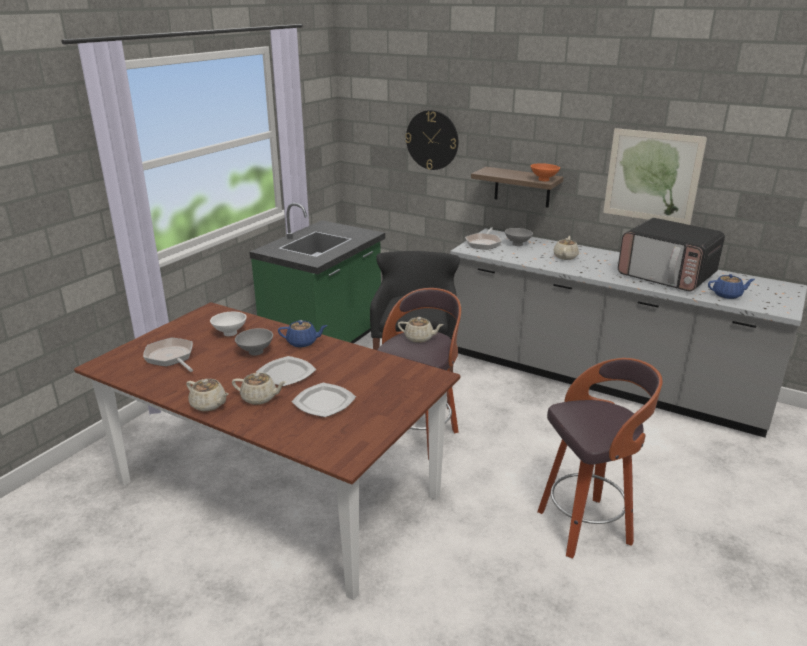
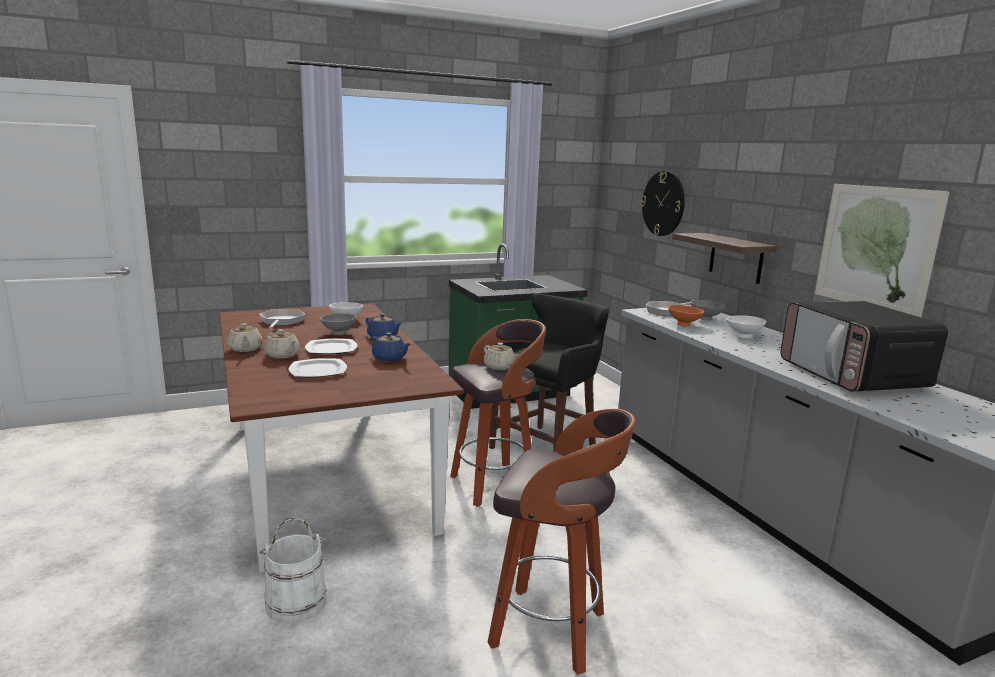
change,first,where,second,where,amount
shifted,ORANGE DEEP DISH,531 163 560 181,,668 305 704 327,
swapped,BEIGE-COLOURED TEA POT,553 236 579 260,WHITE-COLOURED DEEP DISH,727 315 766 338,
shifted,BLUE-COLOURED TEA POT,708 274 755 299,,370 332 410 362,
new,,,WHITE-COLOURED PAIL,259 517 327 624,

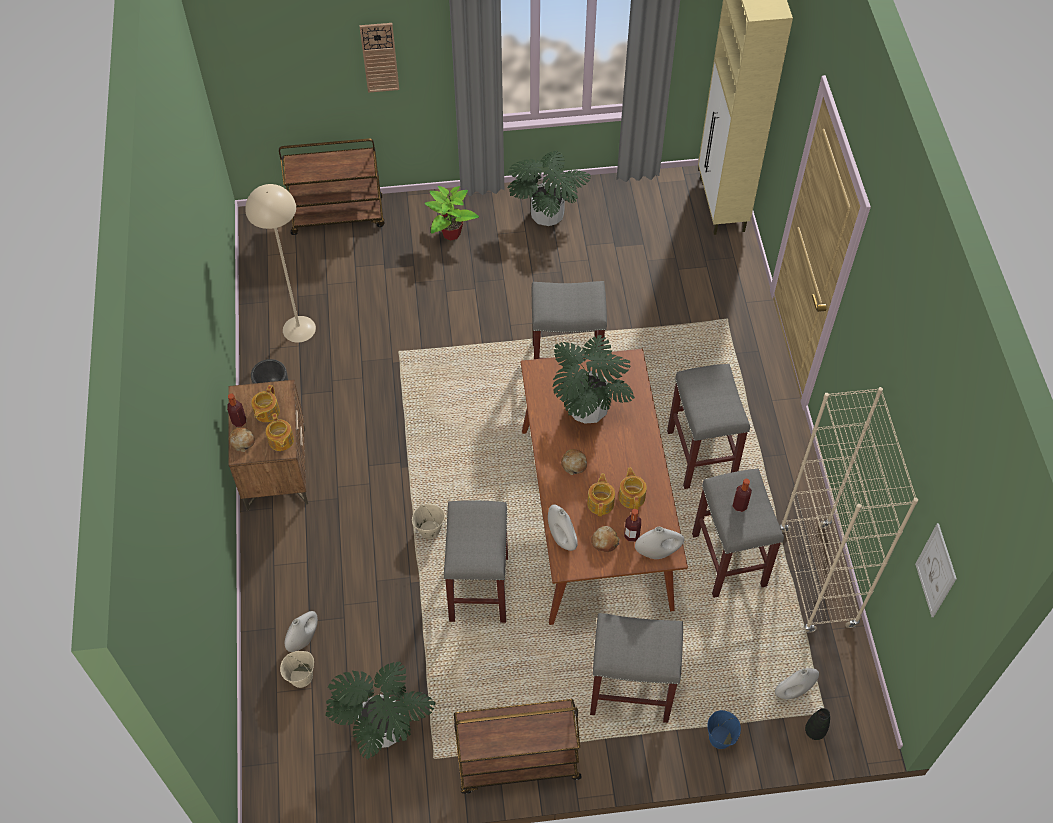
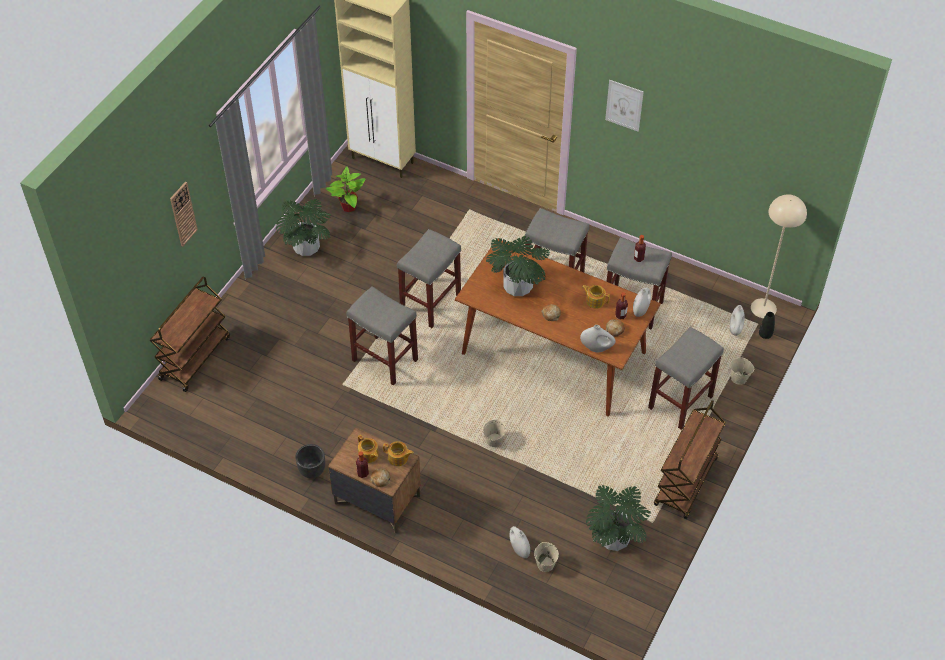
change,first,where,second,where,amount
shifted,BEIGE-COLOURED STANDING LAMP,245 184 316 343,,751 195 807 318,
shifted,PLANT IN A POT,425 186 479 241,,326 167 366 212,
gone,BEIGE-COLOURED BOOKSHELF,780 387 918 633,,,
gone,TEA POT,587 474 615 517,,,
shifted,GRAY SITTING STOOL,443 500 508 623,,346 286 418 386,
shifted,PICTURE,915 523 957 617,,605 80 644 131,
repainted,BLUE-COLOURED PAIL,707 710 741 749,BEIGE-COLOURED PAIL,729 356 754 385,

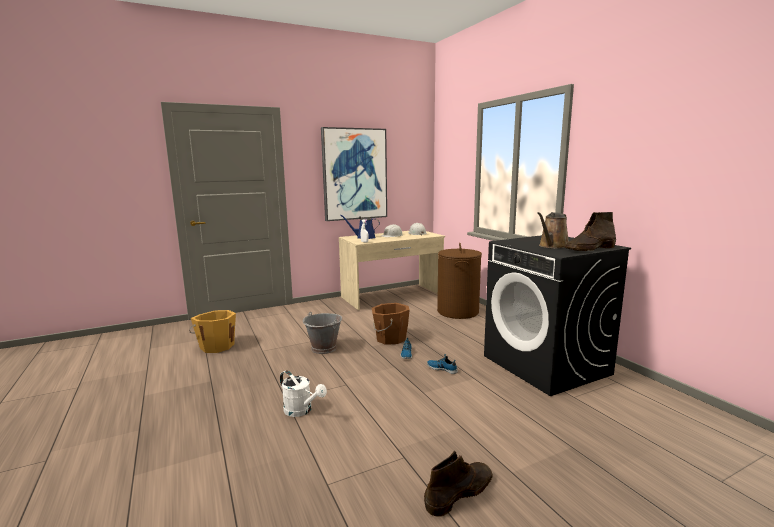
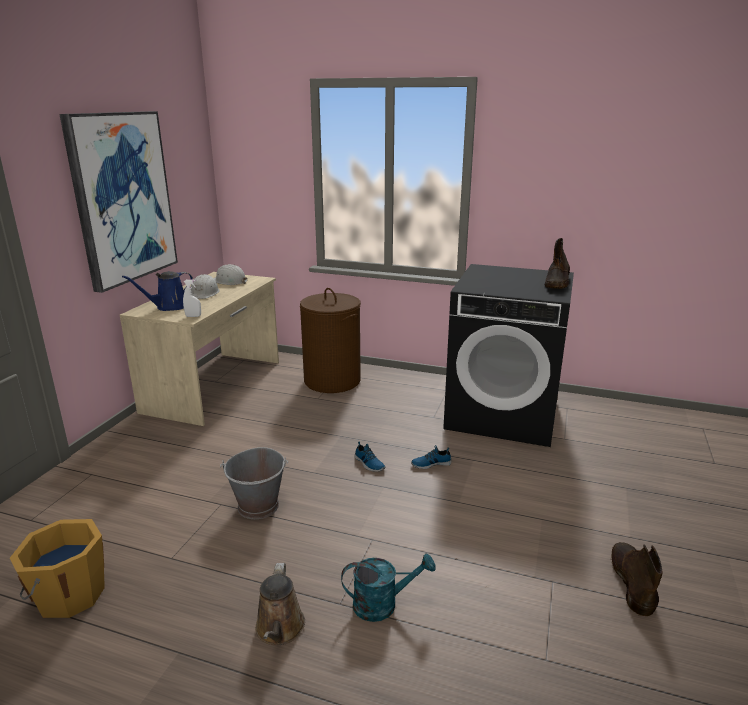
change,first,where,second,where,amount
shifted,BROWN SPRINKLING CAN,537 212 569 249,,255 563 305 645,
gone,BROWN PAIL,372 303 410 345,,,
repainted,WHITE-COLOURED SPRINKLING CAN,280 370 327 417,TURQUOISE SPRINKLING CAN,341 554 435 622,

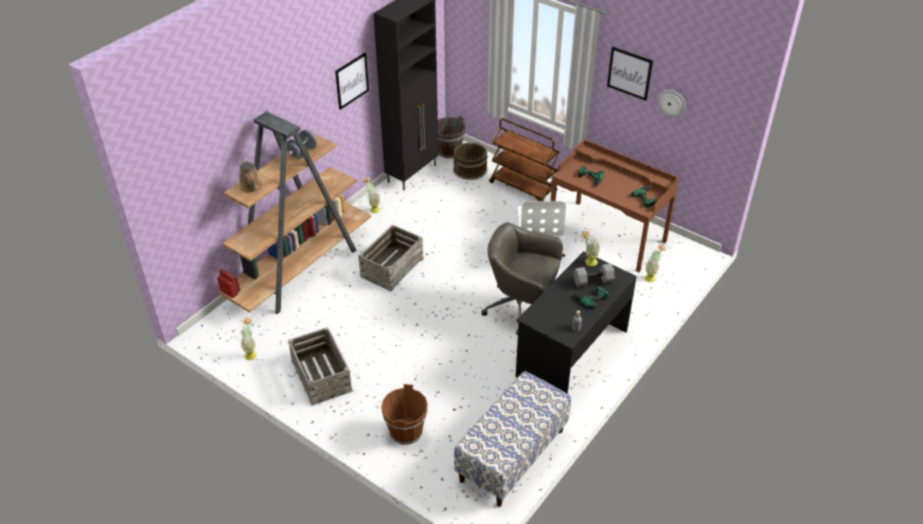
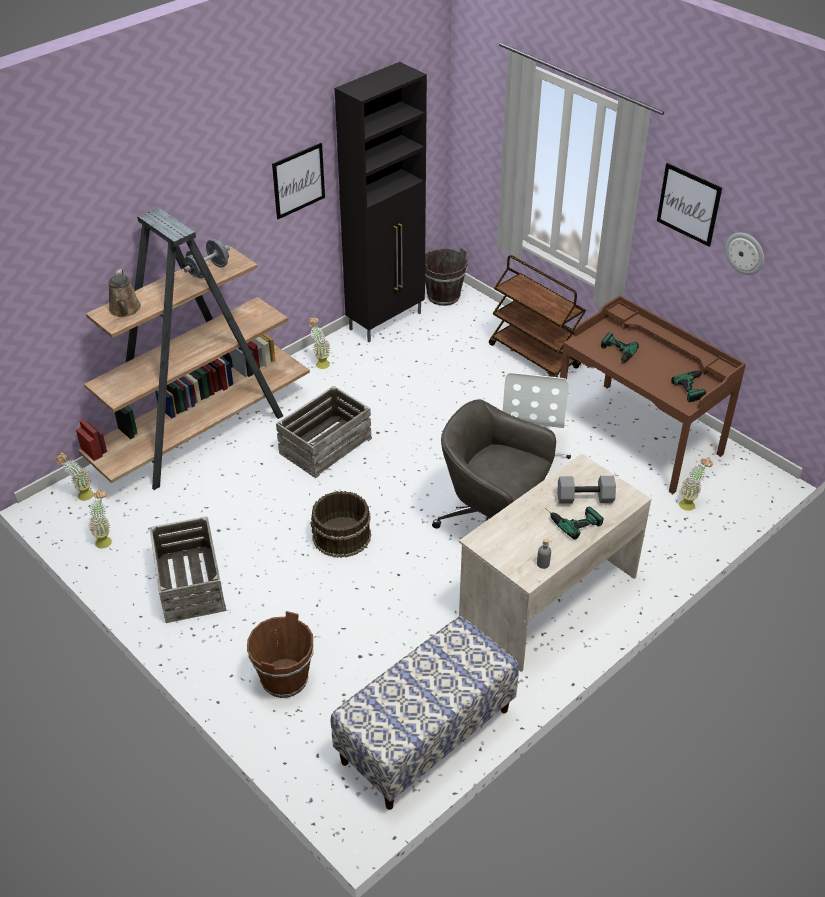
change,first,where,second,where,amount
shifted,BROWN PAIL,453 142 488 180,,310 491 371 558,
shifted,PLANT IN A POT,581 230 600 266,,56 453 94 501,
repainted,BLACKISH DESK,515 251 637 394,BEIGE-COLOURED DESK,459 453 651 672,

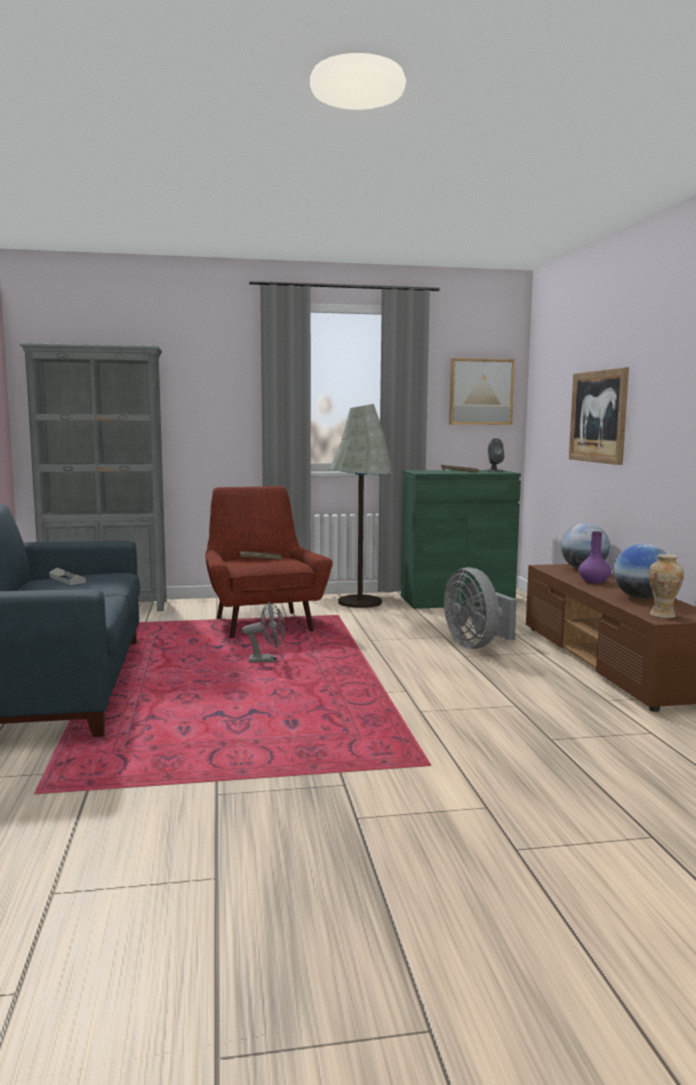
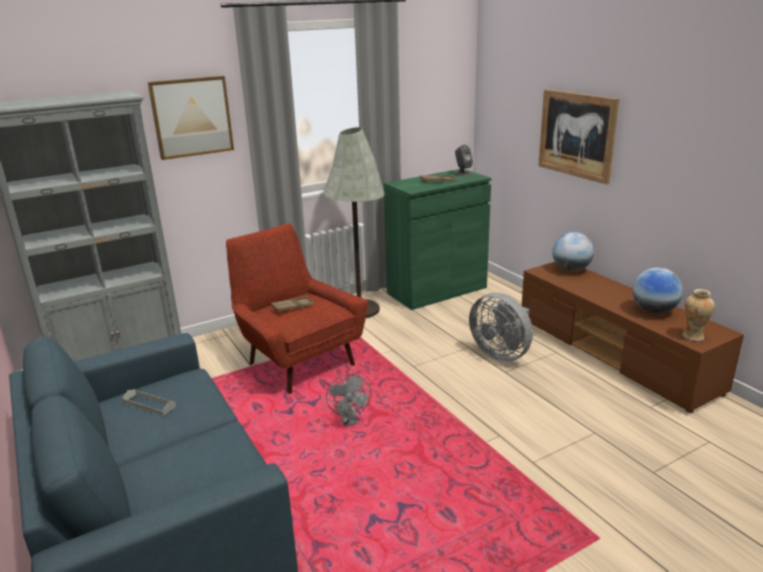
change,first,where,second,where,amount
shifted,PICTURE,449 358 515 425,,147 76 234 160,
gone,PURPLE-COLOURED DECORATIVE VASE,578 531 611 584,,,
rotated,GRAY FAN,242 602 285 663,,326 374 371 426,105 degrees clockwise

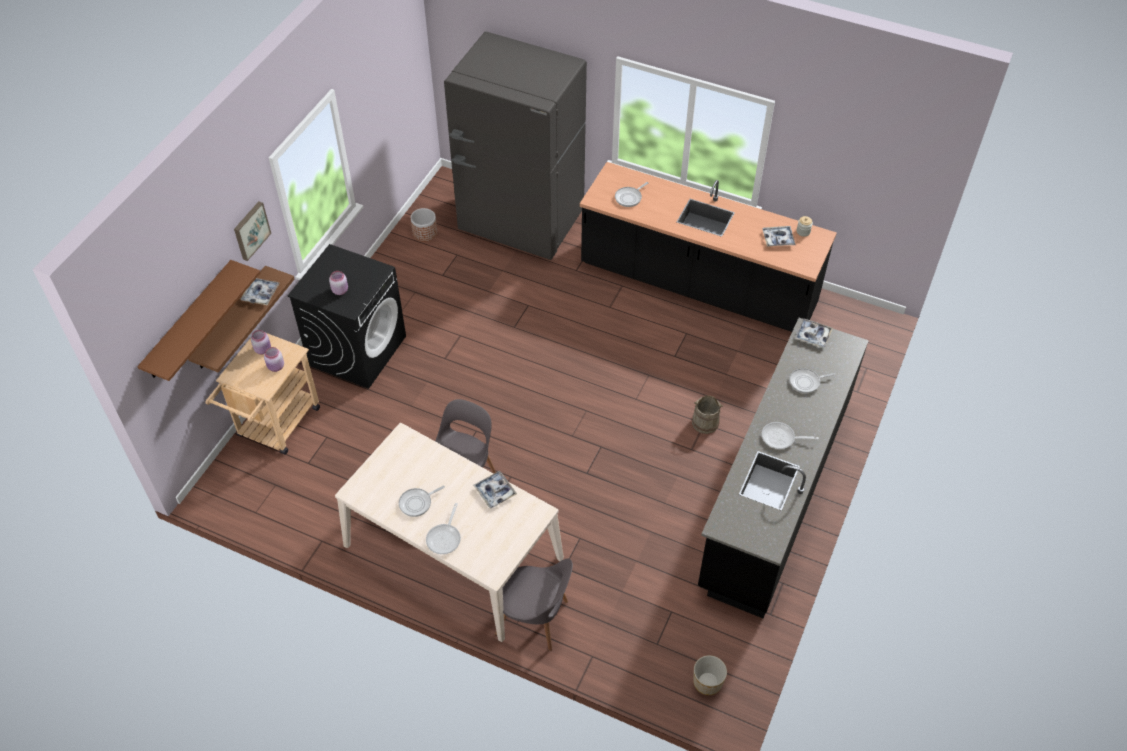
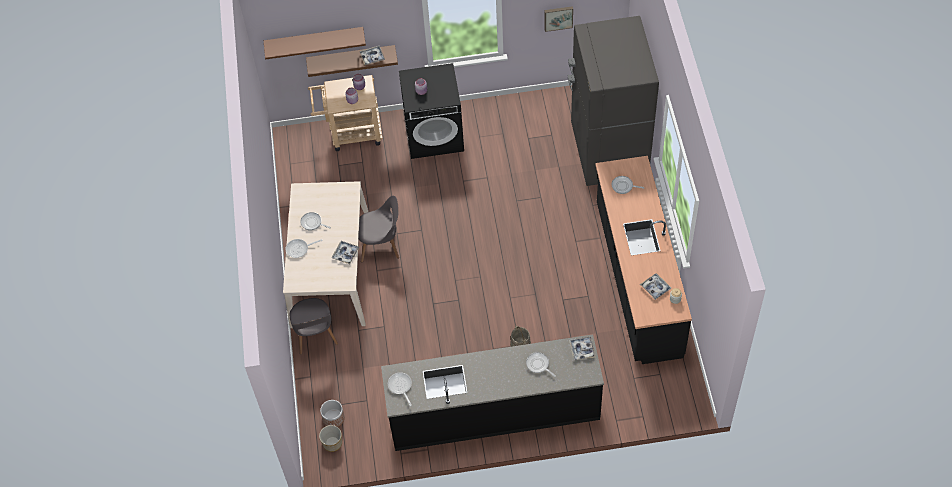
change,first,where,second,where,amount
shifted,PICTURE,234 201 271 261,,544 6 573 32,
shifted,PLANT POT,411 208 437 242,,320 400 345 427,
shifted,FRYING PAN,762 422 819 449,,388 372 412 406,

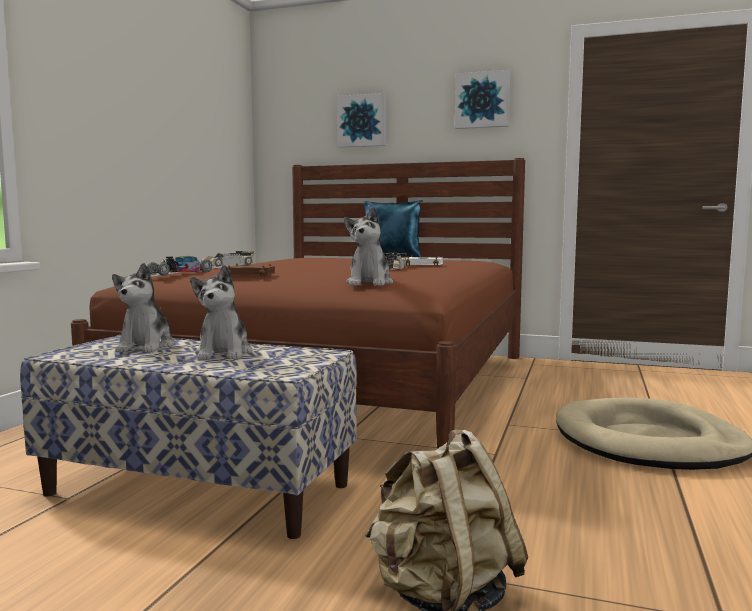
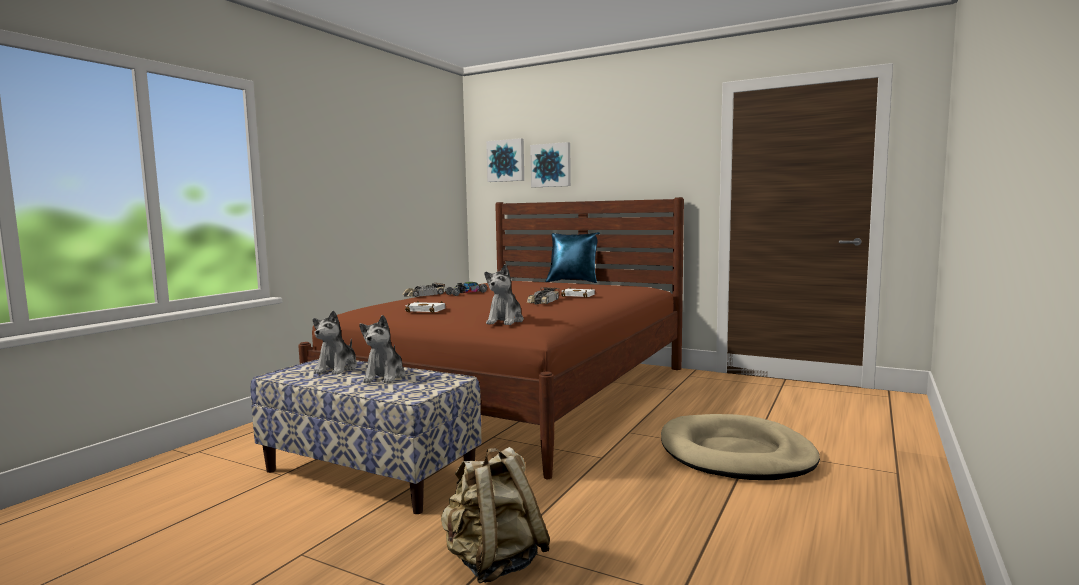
change,first,where,second,where,amount
shifted,PICTURE,455 70 510 129,,486 138 524 182,
shifted,TOY CAR,147 256 212 276,,445 282 487 296,
repainted,BROWN BOOK,227 264 275 277,WHITE-COLOURED BOOK,405 301 445 313,

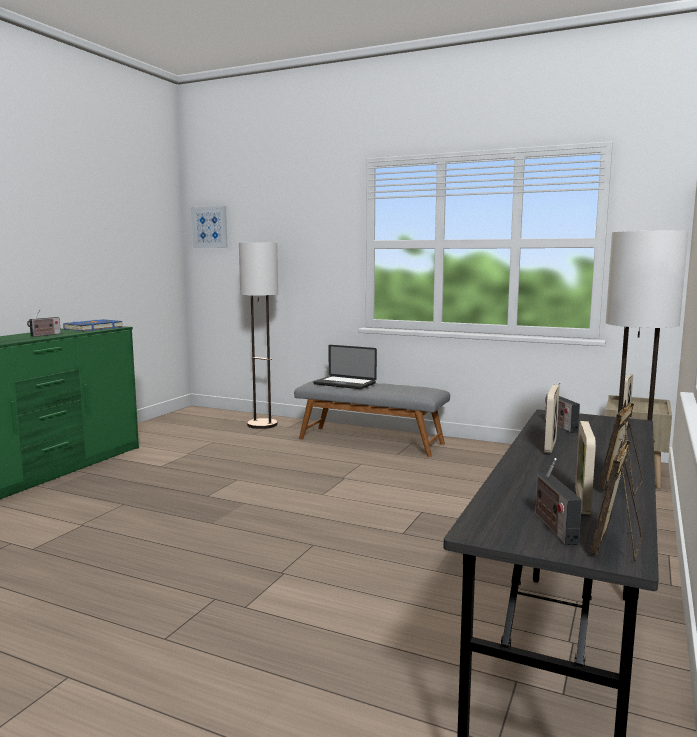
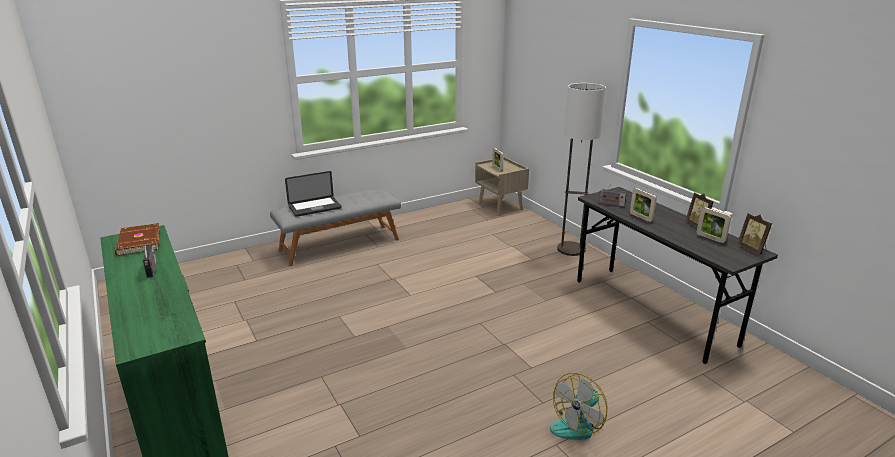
change,first,where,second,where,amount
gone,PICTURE,191 206 227 248,,,
gone,STANDING LAMP,239 242 278 429,,,
repainted,BLUE-COLOURED BOOK,63 319 123 331,BROWN BOOK,115 223 160 256,
gone,RADIO SET,535 458 582 545,,,
new,,,FAN,550 373 607 440,

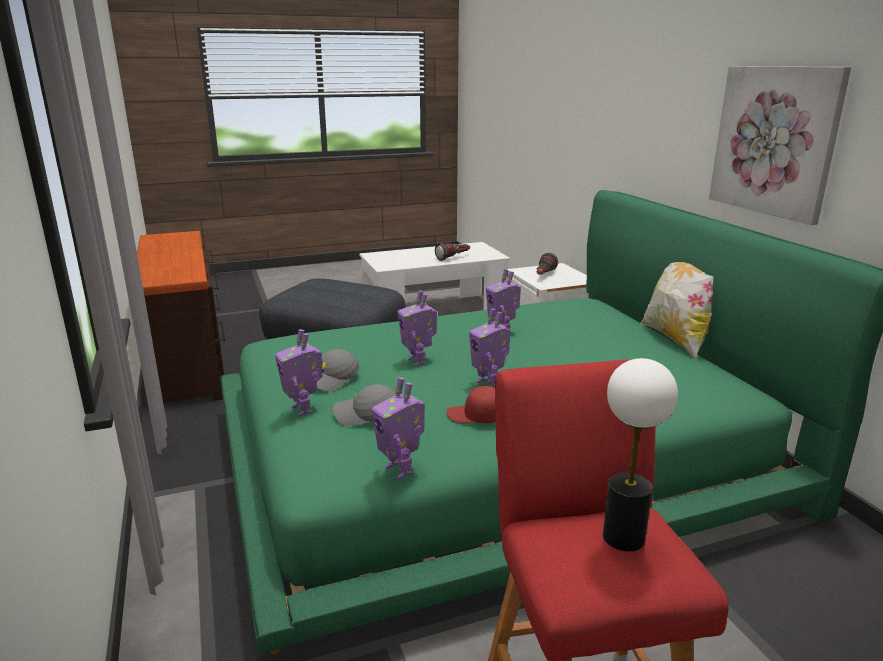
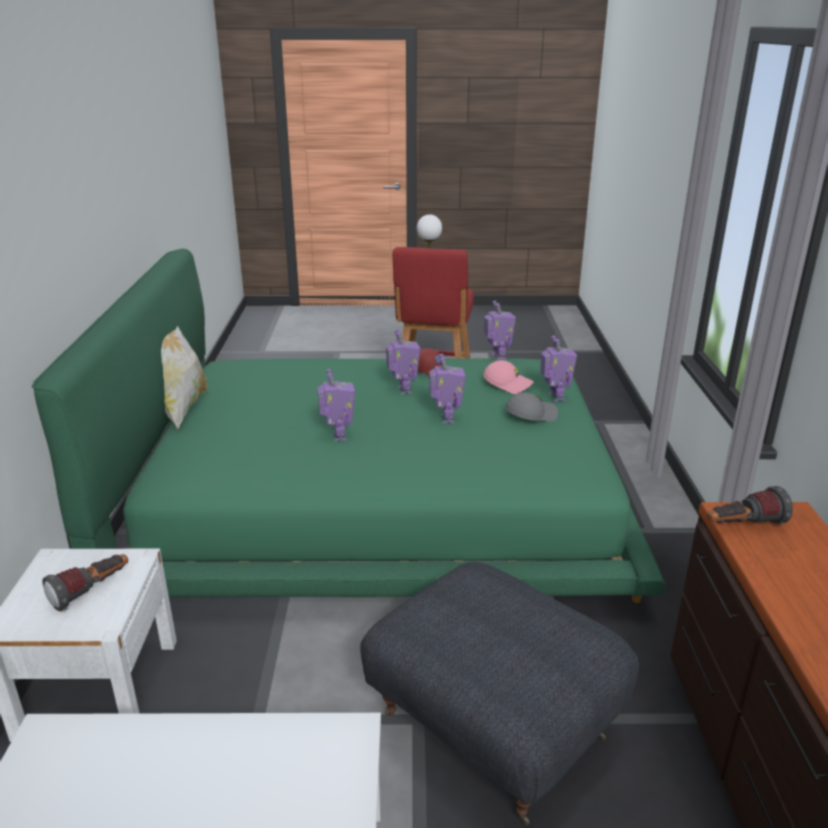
change,first,where,second,where,amount
gone,PICTURE,709 66 851 225,,,
shifted,HAND TORCH,435 243 470 261,,707 486 793 525,
repainted,GRAY PEAKED CAP,333 384 396 426,PINK PEAKED CAP,483 360 534 394,

